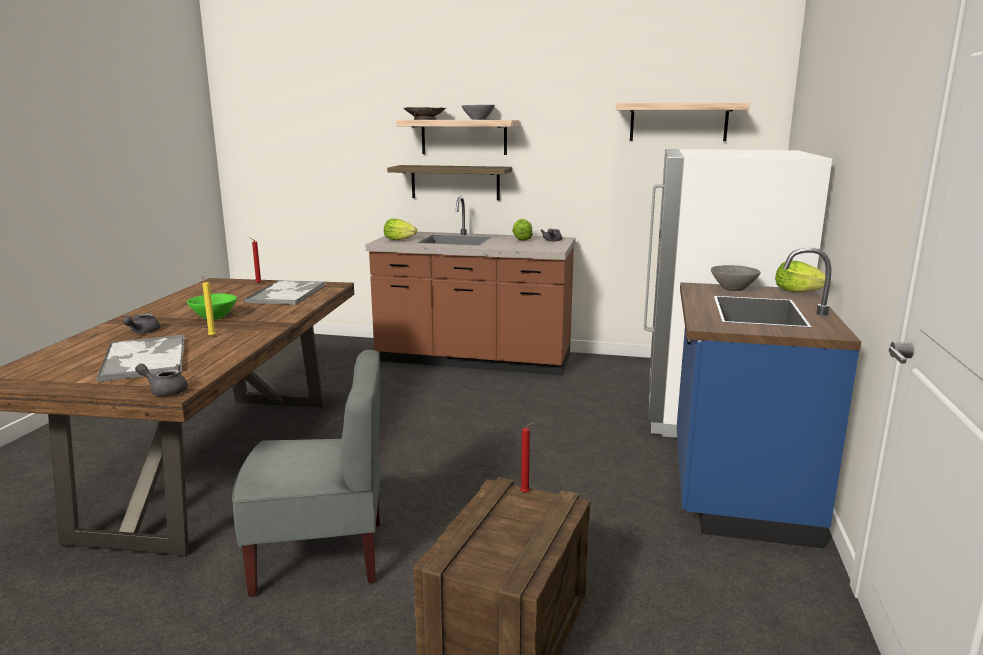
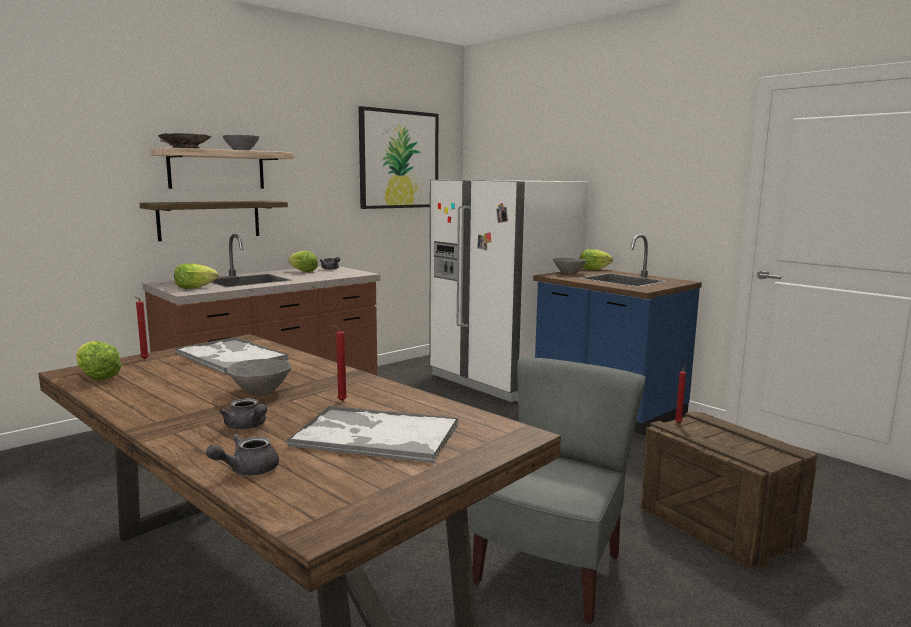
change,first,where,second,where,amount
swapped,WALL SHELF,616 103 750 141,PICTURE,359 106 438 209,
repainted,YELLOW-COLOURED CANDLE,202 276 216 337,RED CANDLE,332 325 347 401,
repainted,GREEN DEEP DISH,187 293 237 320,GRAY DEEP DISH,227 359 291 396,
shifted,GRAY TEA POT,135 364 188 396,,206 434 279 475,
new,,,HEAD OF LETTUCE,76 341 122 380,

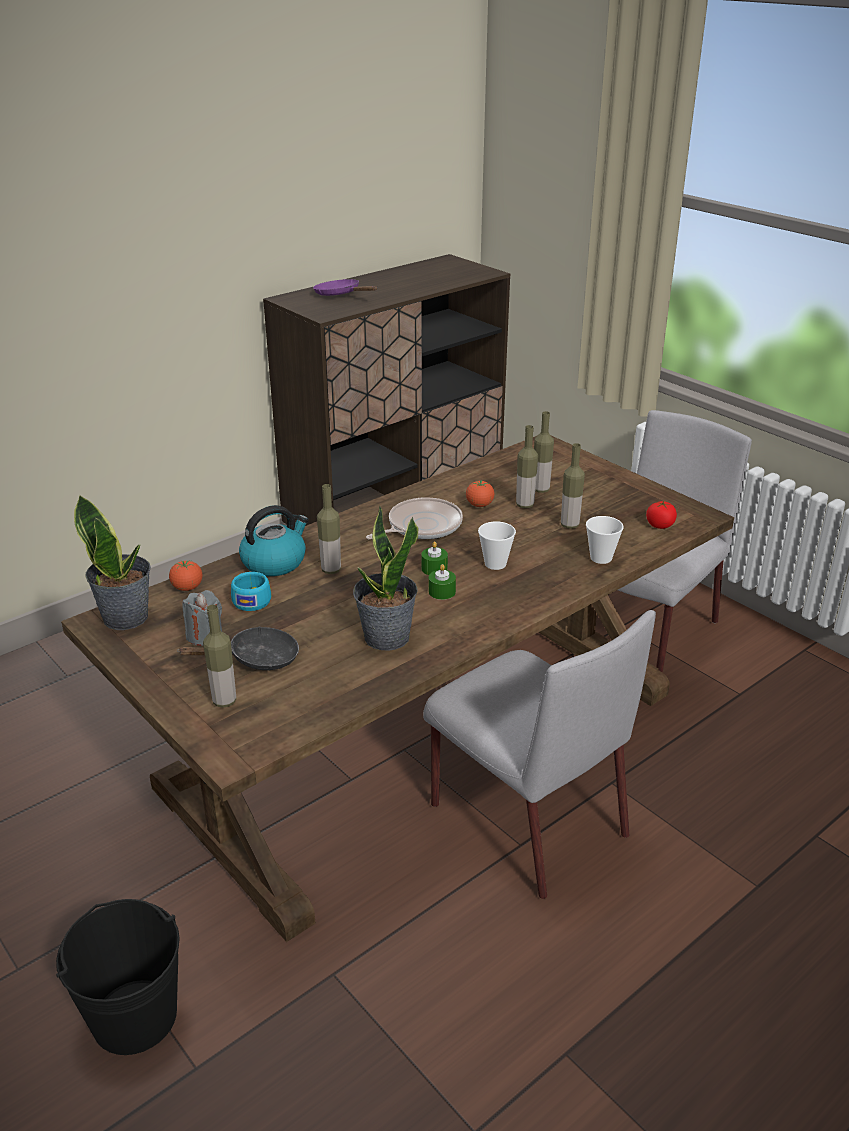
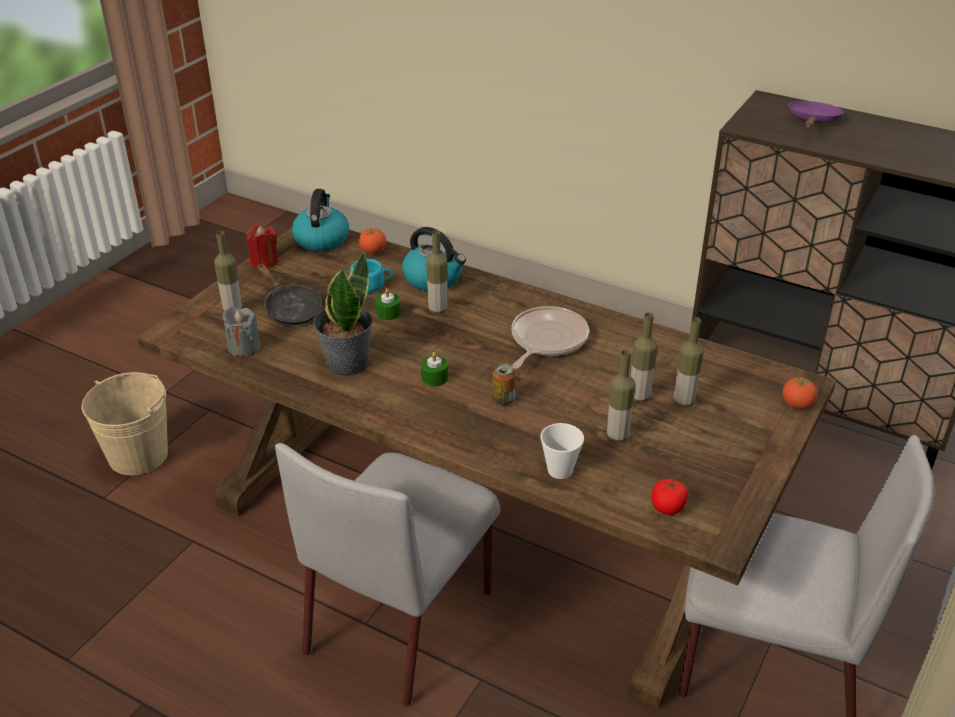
change,first,where,second,where,amount
shifted,WHOLE TOMATO,466 480 494 507,,782 377 817 409,
swapped,PLANT IN A POT,74 494 151 630,WATER KETTLE,292 189 349 252,
rotated,FRYING PAN,366 497 463 539,,511 306 589 369,90 degrees counterclockwise
swapped,SMALL CUP,478 521 516 570,METAL CAN,492 363 516 405,
shifted,GREEN CANDLE,421 542 448 575,,375 288 401 320,
shifted,GRAY CANDLE,182 590 222 646,,222 307 260 357,
repainted,BLACKISH PAIL,56 899 180 1055,BEIGE-COLOURED PAIL,82 372 168 475,
new,,,RED CANDLE,246 225 278 268,

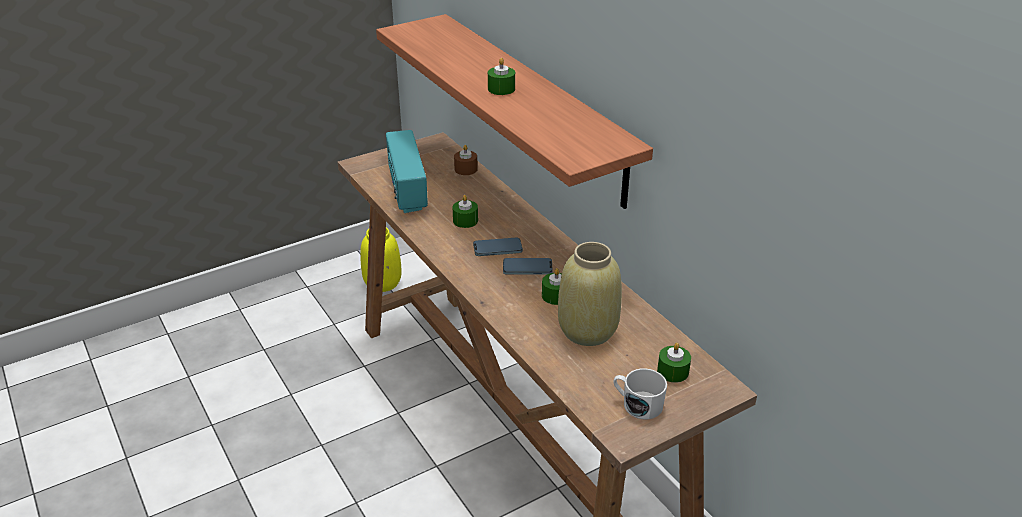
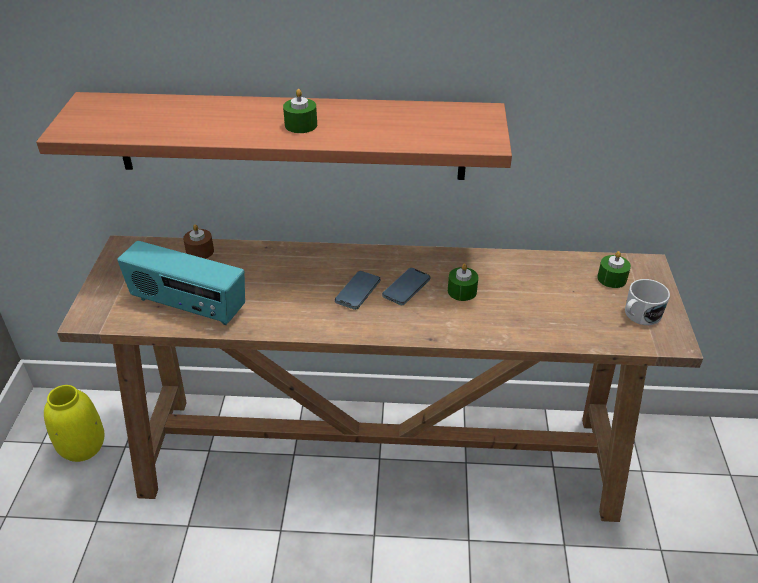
change,first,where,second,where,amount
gone,GREEN CANDLE,453 195 478 228,,,
gone,BEIGE-COLOURED DECORATIVE VASE,558 242 622 346,,,

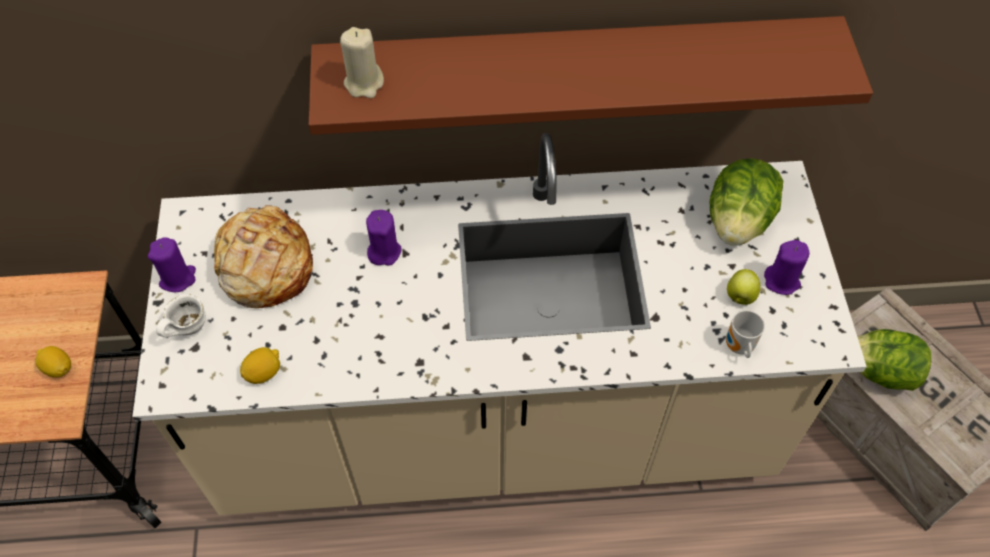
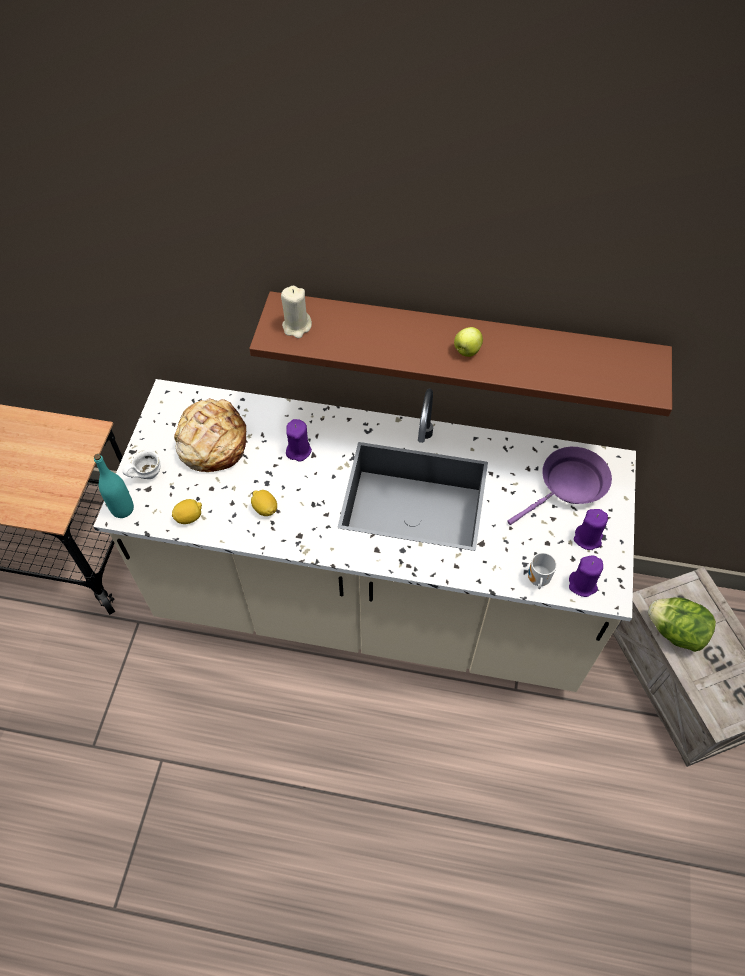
change,first,where,second,where,amount
swapped,HEAD OF LETTUCE,710 158 783 246,PURPLE-COLOURED FRYING PAN,507 447 612 525,
shifted,PURPLE-COLOURED CANDLE,148 237 196 292,,569 555 603 597,
shifted,APPLE FRUIT,727 269 760 305,,454 327 483 357,
shifted,CITRUS FRUIT,35 346 71 378,,251 490 277 516,
new,,,TURQUOISE BEVERAGE BOTTLE,94 454 134 518,

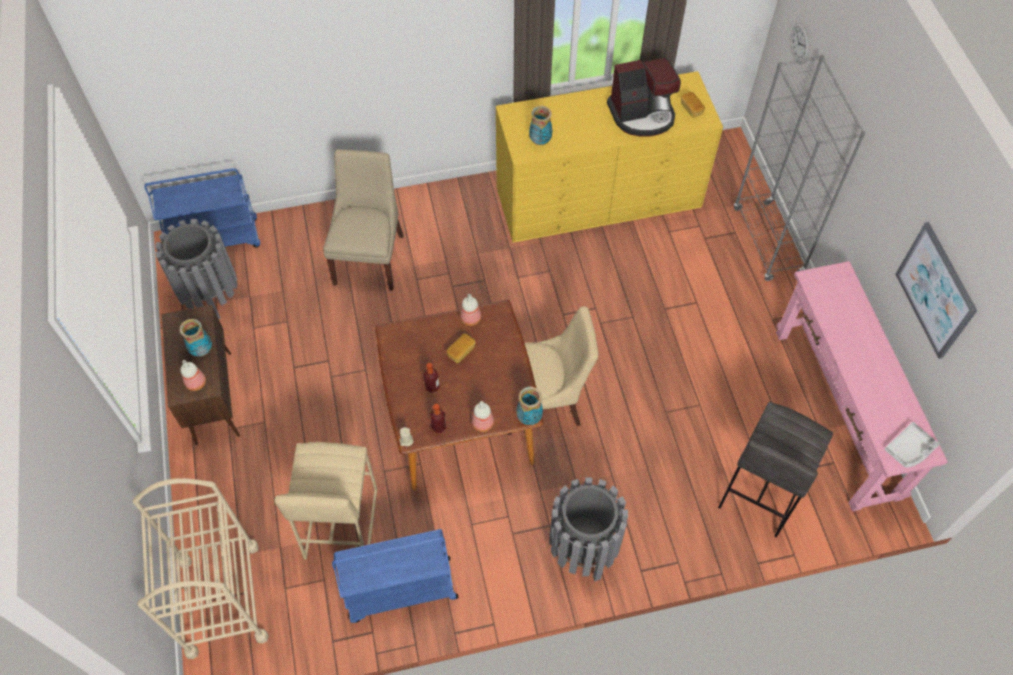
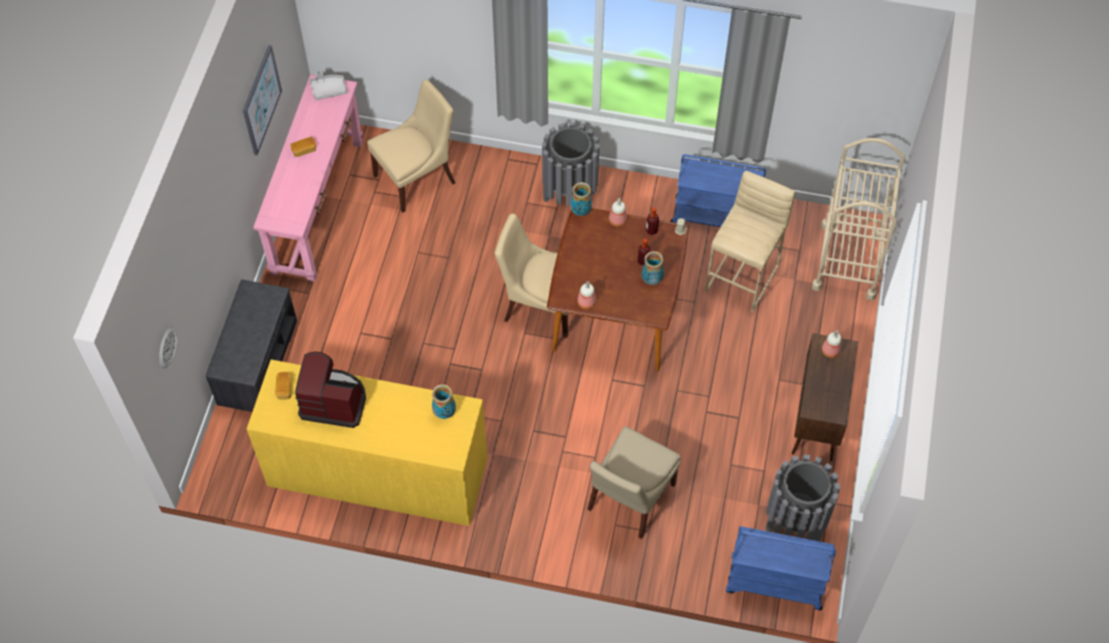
change,first,where,second,where,amount
swapped,GRAY BOOKSHELF,734 55 866 281,GRAY BENCH,206 280 297 412,
shifted,DECORATIVE VASE,180 319 212 357,,642 251 664 285,
shifted,BAKED BREAD,447 334 476 363,,290 137 316 157,
swapped,GRAY SITTING STOOL,718 401 833 537,BEIGE-COLOURED UPRIGHT CHAIR,367 80 455 213,

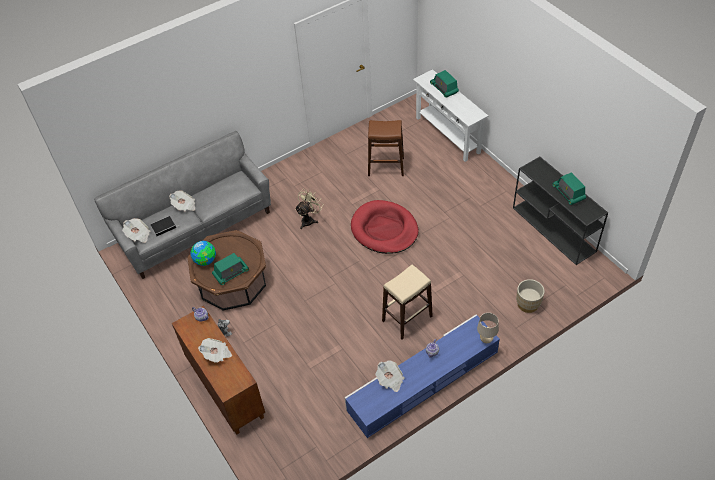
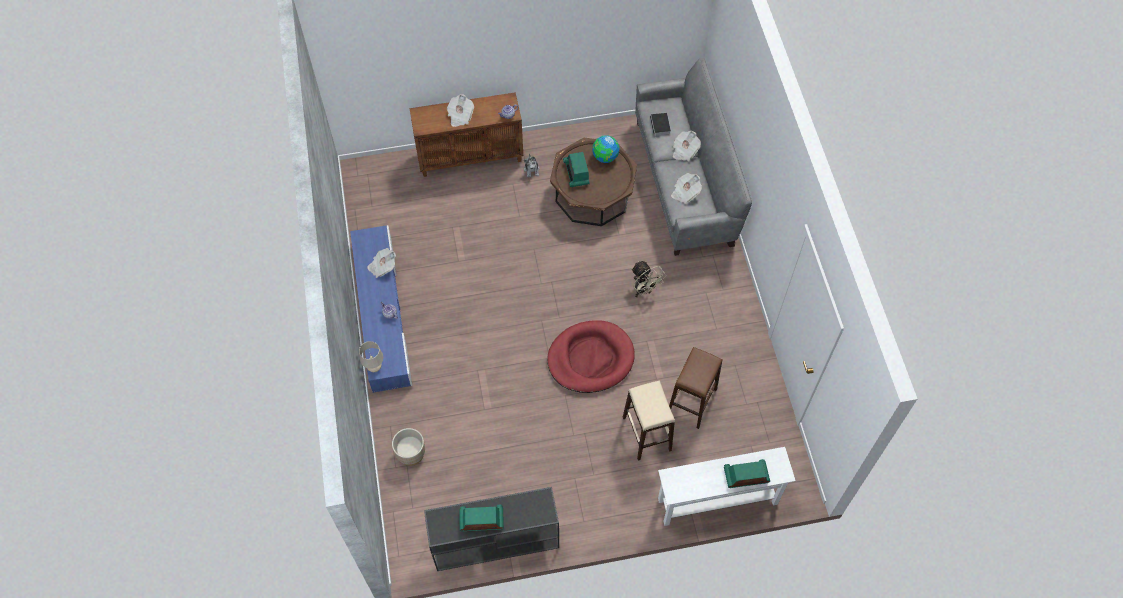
change,first,where,second,where,amount
shifted,DAILY PAPER,123 218 150 243,,671 173 702 204,
shifted,BEIGE-COLOURED SITTING STOOL,382 265 433 340,,623 381 675 461,

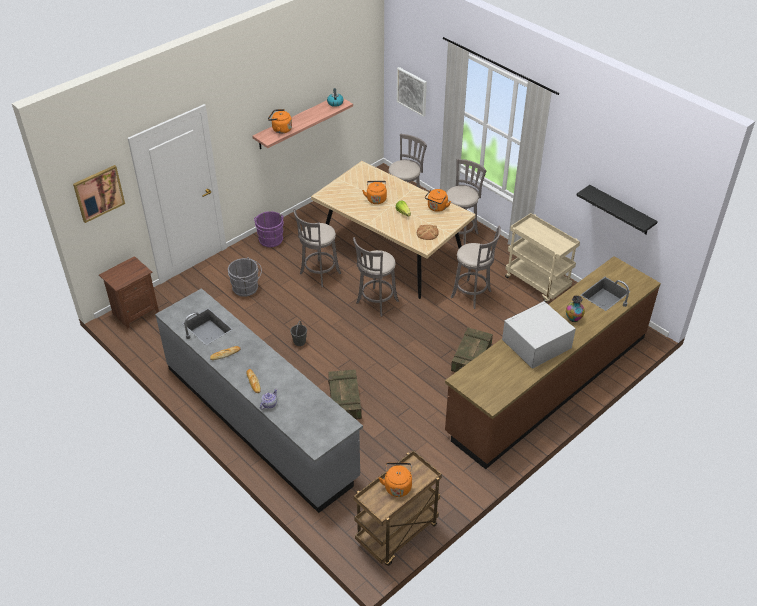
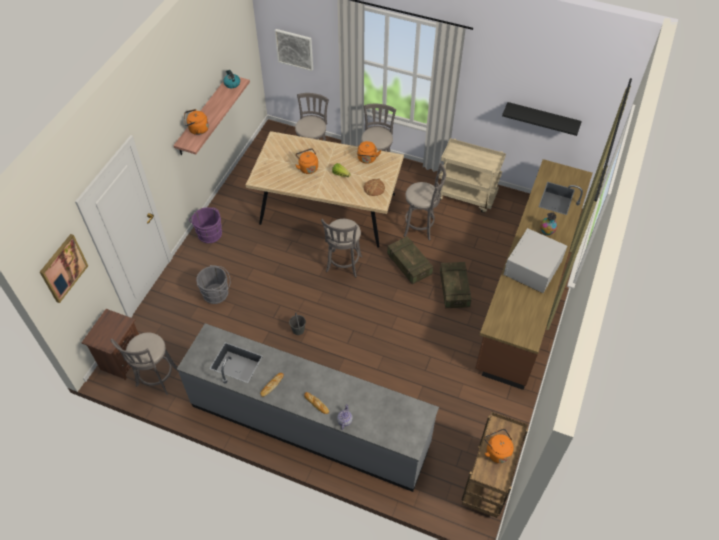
change,first,where,second,where,amount
shifted,GRAY SITTING STOOL,293 208 341 287,,110 333 178 395,
shifted,SHIPPING CRATE,328 369 362 419,,387 236 433 285,

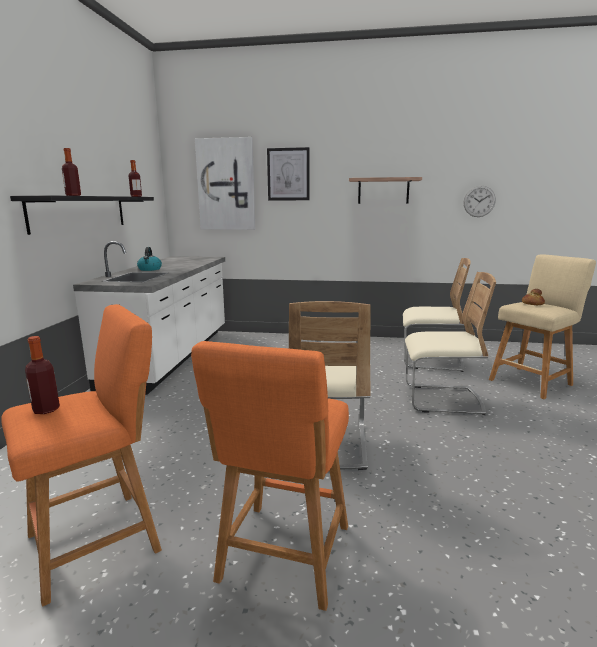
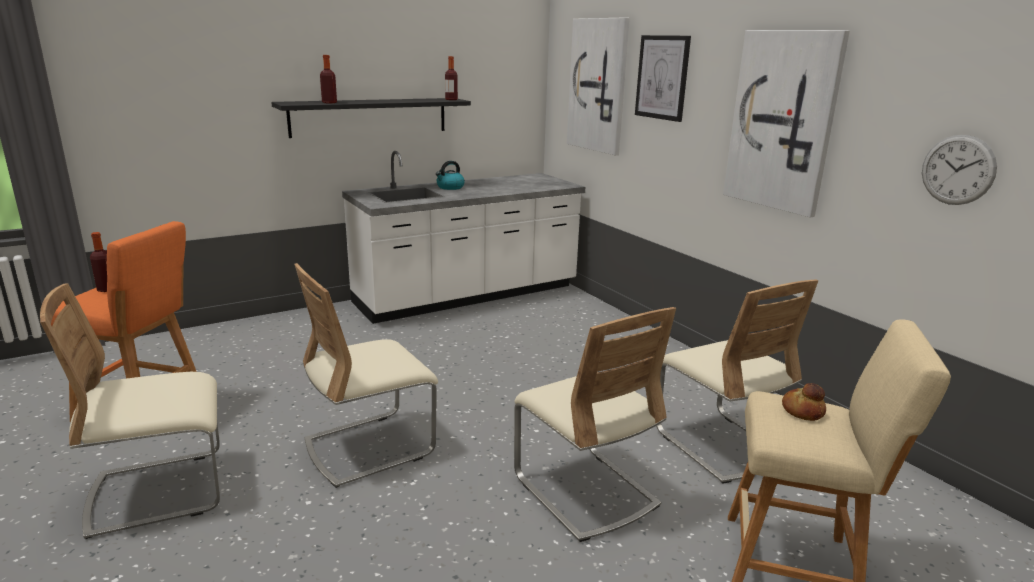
change,first,where,second,where,amount
swapped,WALL SHELF,349 177 422 204,PICTURE,723 30 850 217,
swapped,ORANGE SITTING STOOL,191 341 349 611,BEIGE-COLOURED UPRIGHT CHAIR,40 283 220 539,

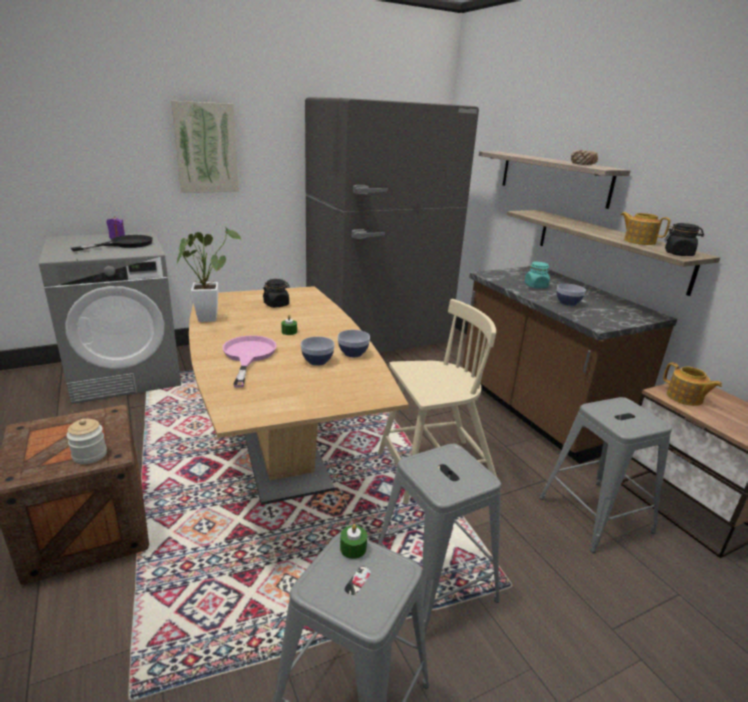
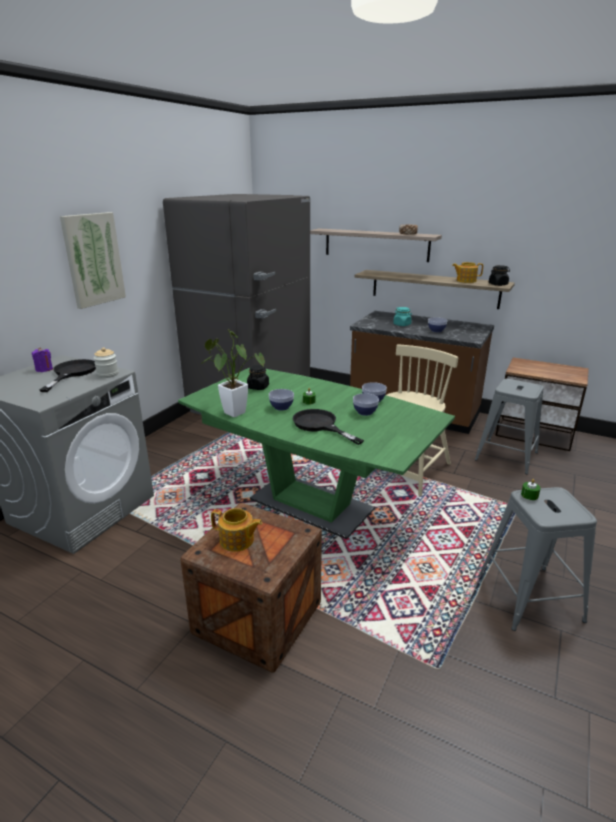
change,first,where,second,where,amount
repainted,BROWN DINING TABLE,189 286 409 505,GREEN DINING TABLE,178 368 455 539,
repainted,PINK FRYING PAN,223 335 277 388,BLACKISH FRYING PAN,293 409 364 445,
shifted,TEA POT,663 362 722 406,,211 508 262 552,
shifted,PRESERVE JAR,66 419 107 464,,94 347 119 378,
gone,GRAY SITTING STOOL,378 444 501 634,,,
new,,,DEEP DISH,269 389 294 411,

